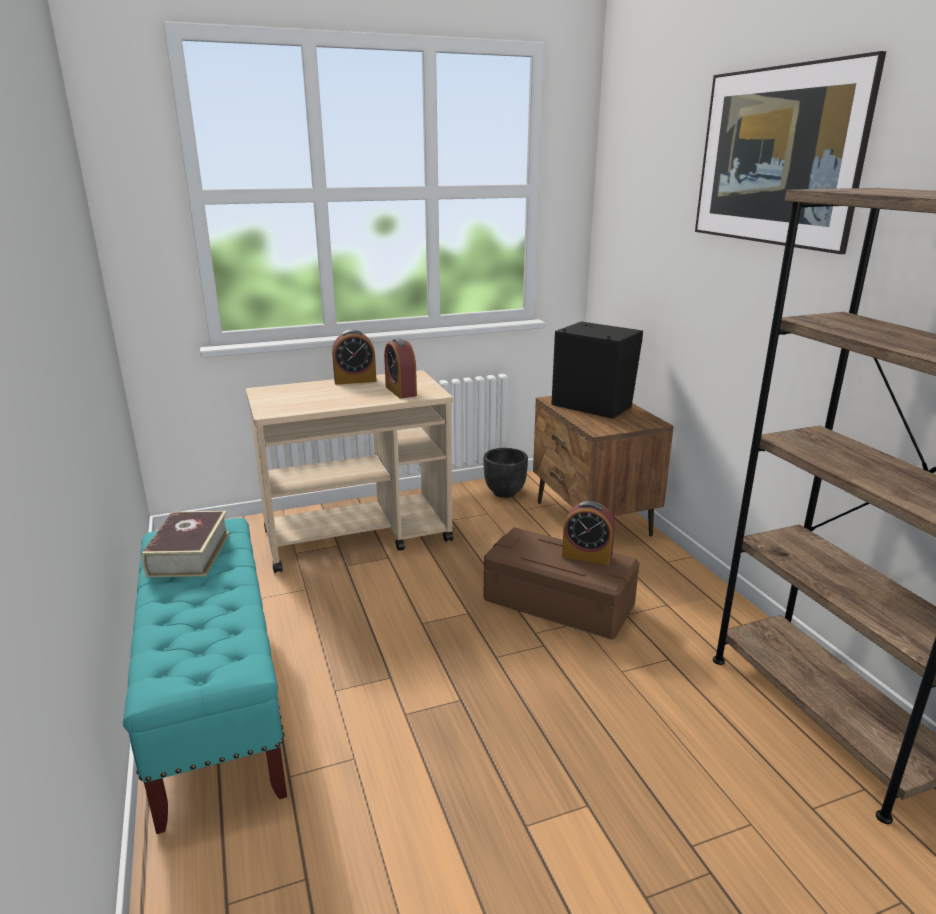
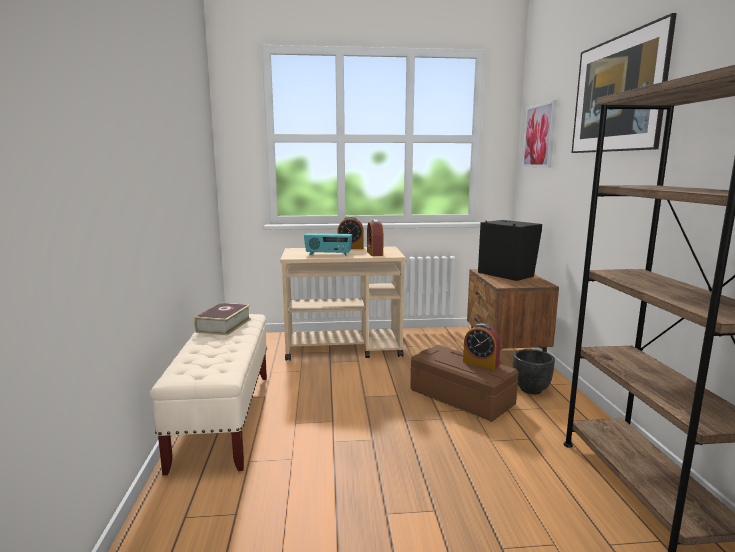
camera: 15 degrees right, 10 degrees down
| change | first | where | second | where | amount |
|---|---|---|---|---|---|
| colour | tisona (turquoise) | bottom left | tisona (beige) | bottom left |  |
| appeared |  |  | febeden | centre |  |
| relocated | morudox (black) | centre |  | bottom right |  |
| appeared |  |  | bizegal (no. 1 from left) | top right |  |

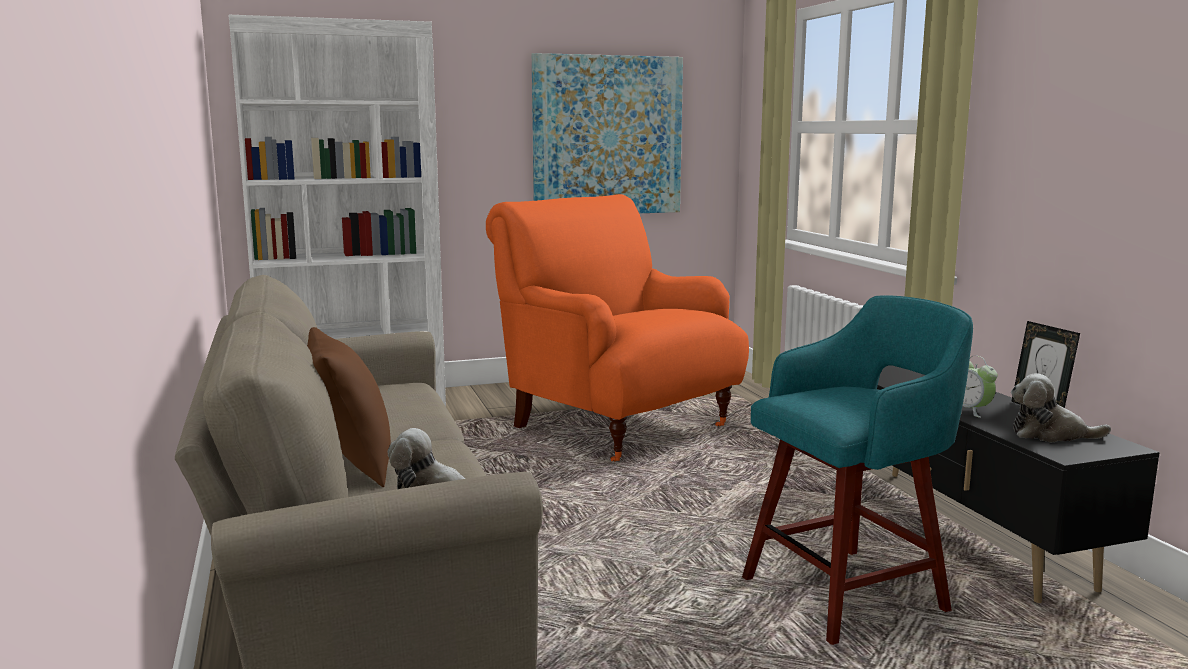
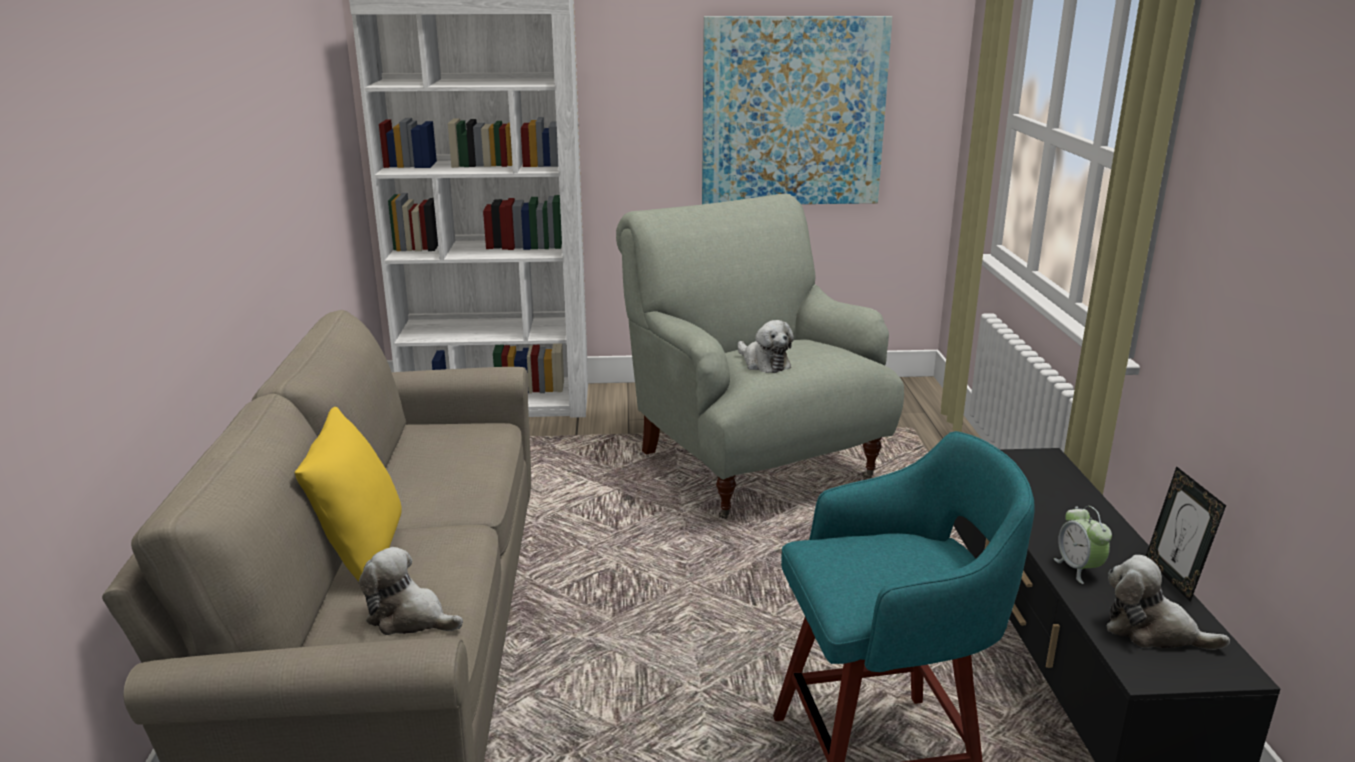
camera: 15 degrees right, 10 degrees up
| change | first | where | second | where | amount |
|---|---|---|---|---|---|
| colour | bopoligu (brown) | middle left | bopoligu (yellow) | middle left |  |
| colour | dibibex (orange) | centre | dibibex (grey) | centre |  |
| appeared |  |  | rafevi (no. 2 from left) | centre |  |

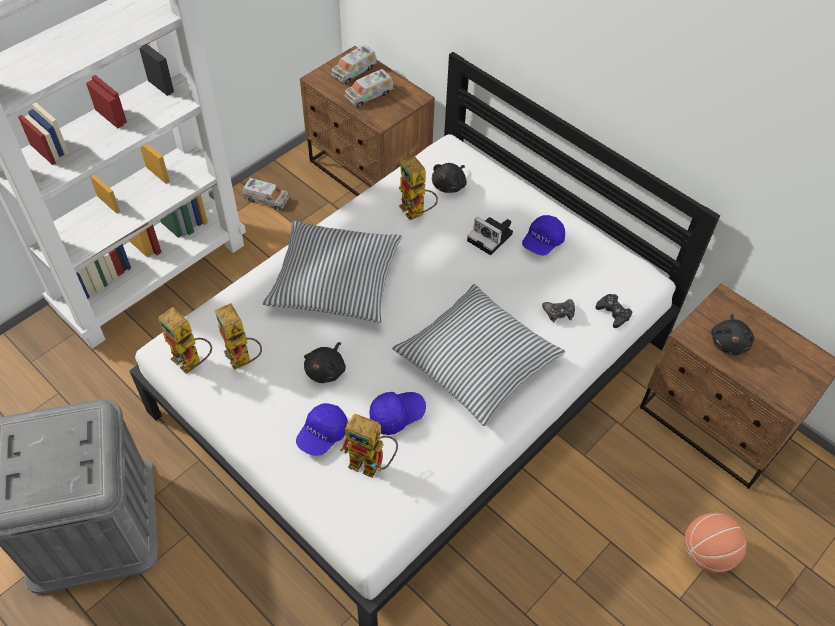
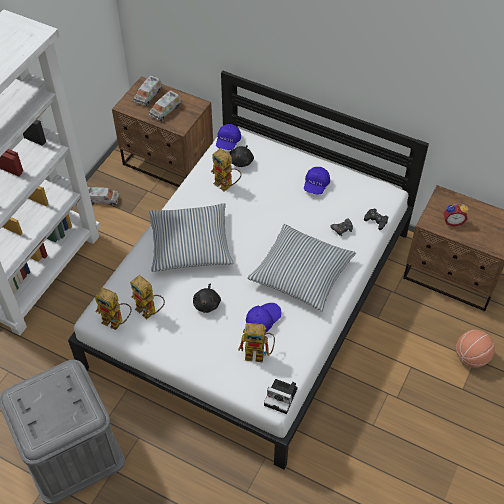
camera: 15 degrees left, 0 degrees up
| change | first | where | second | where | amount |
|---|---|---|---|---|---|
| relocated | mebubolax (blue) (no. 1 from left) | bottom centre |  | top centre |  |
| relocated | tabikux | centre |  | bottom centre |  |
| exchanged | rafevi (black) (no. 3 from left) | middle right | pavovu | middle right |  |

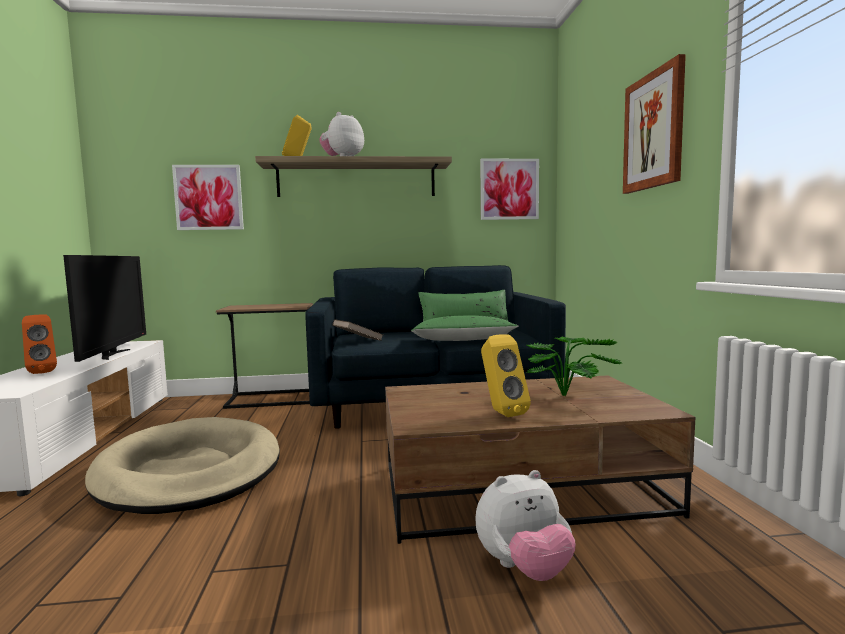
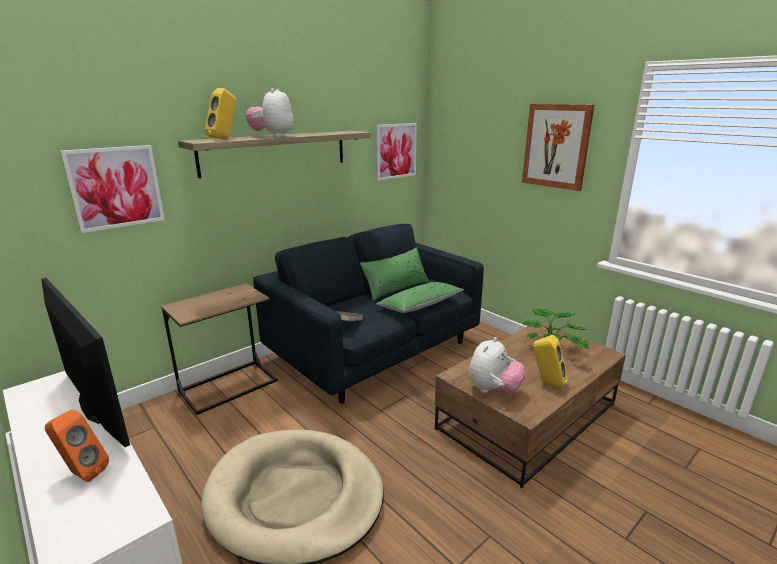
camera: 35 degrees left, 15 degrees up
| change | first | where | second | where | amount |
|---|---|---|---|---|---|
| relocated | rafevi (no. 2 from left) | bottom centre |  | centre |  |

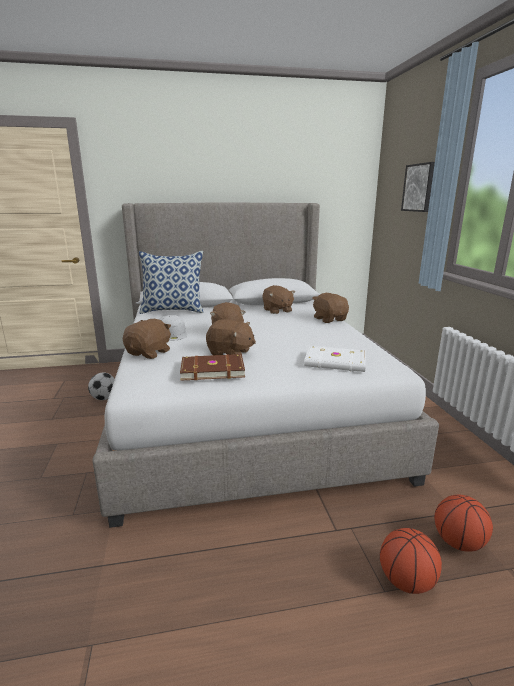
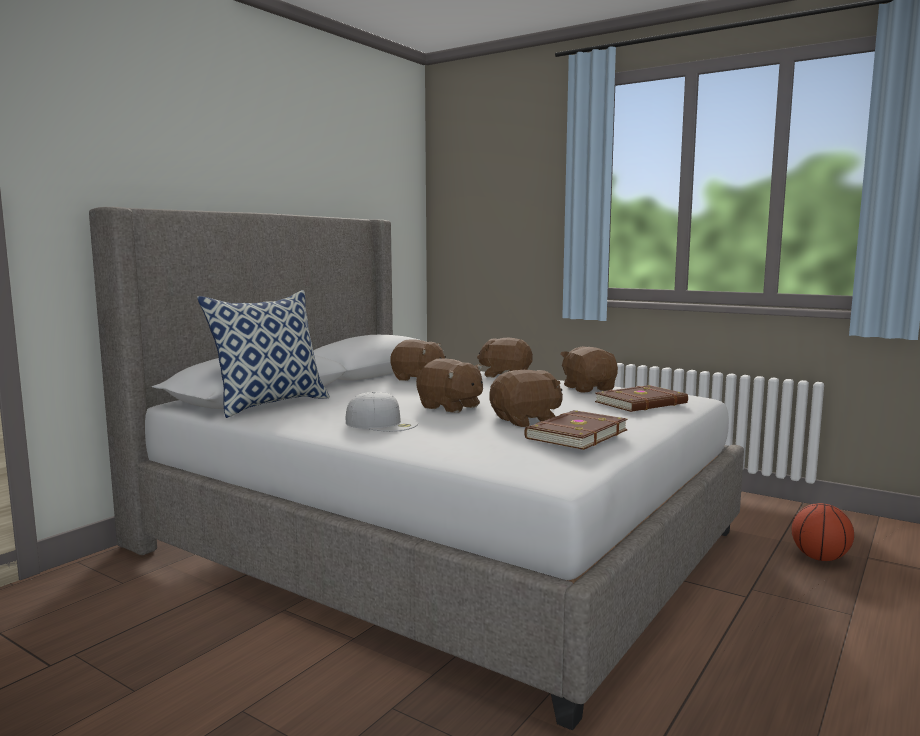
camera: 45 degrees left, 10 degrees down
| change | first | where | second | where | amount |
|---|---|---|---|---|---|
| relocated | rafevi (brown) (no. 1 from left in the first image) | middle left | rafevi (brown) (no. 5 from left) | centre |  |
| colour | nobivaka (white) | centre | nobivaka (brown) (no. 2 from left) | middle right |  |
| missing | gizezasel | middle left |  |  |  |
| missing | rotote (no. 1 from left) | bottom right |  |  |  |
| missing | bizegal | top right |  |  |  |

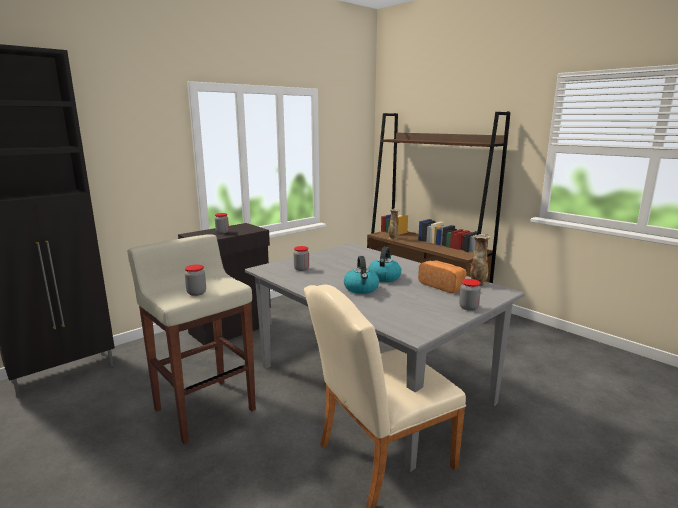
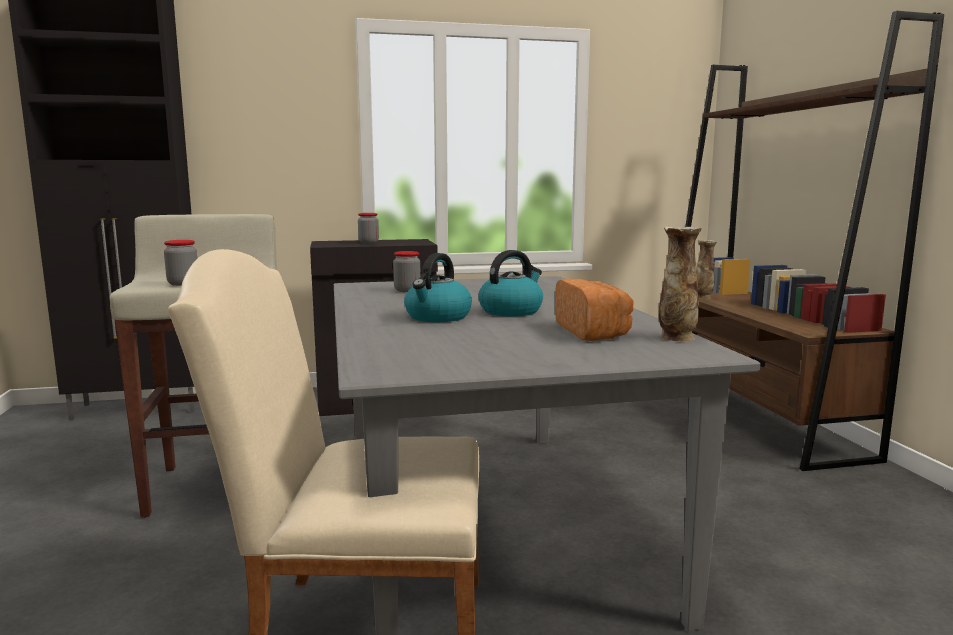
camera: 30 degrees right, 5 degrees down
| change | first | where | second | where | amount |
|---|---|---|---|---|---|
| missing | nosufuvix (no. 4 from left) | middle right |  |  |  |

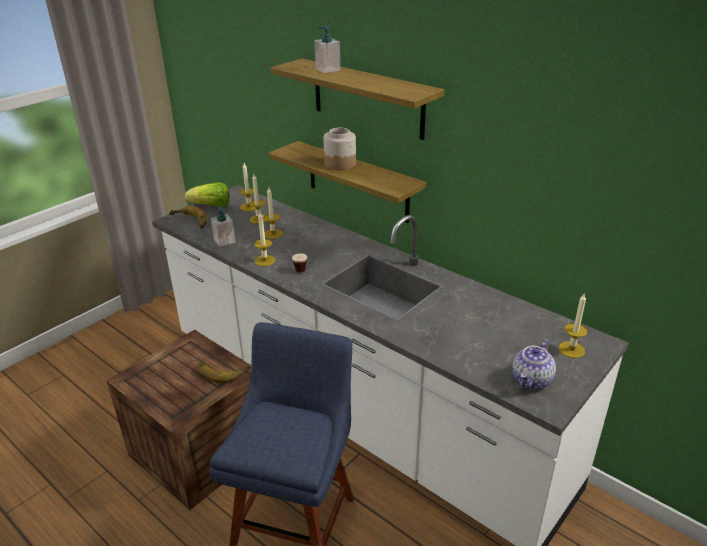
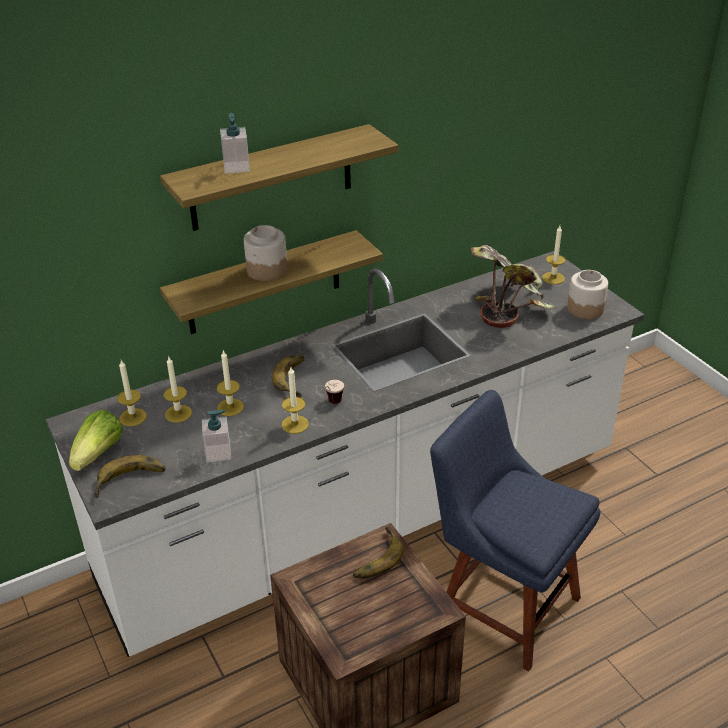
camera: 70 degrees left, 5 degrees up
| change | first | where | second | where | amount |
|---|---|---|---|---|---|
| appeared |  |  | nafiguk (no. 2 from left) | centre |  |
| appeared |  |  | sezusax | middle right |  |
| exchanged | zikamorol | bottom right | nosufuvix (no. 2 from left) | middle right |  |

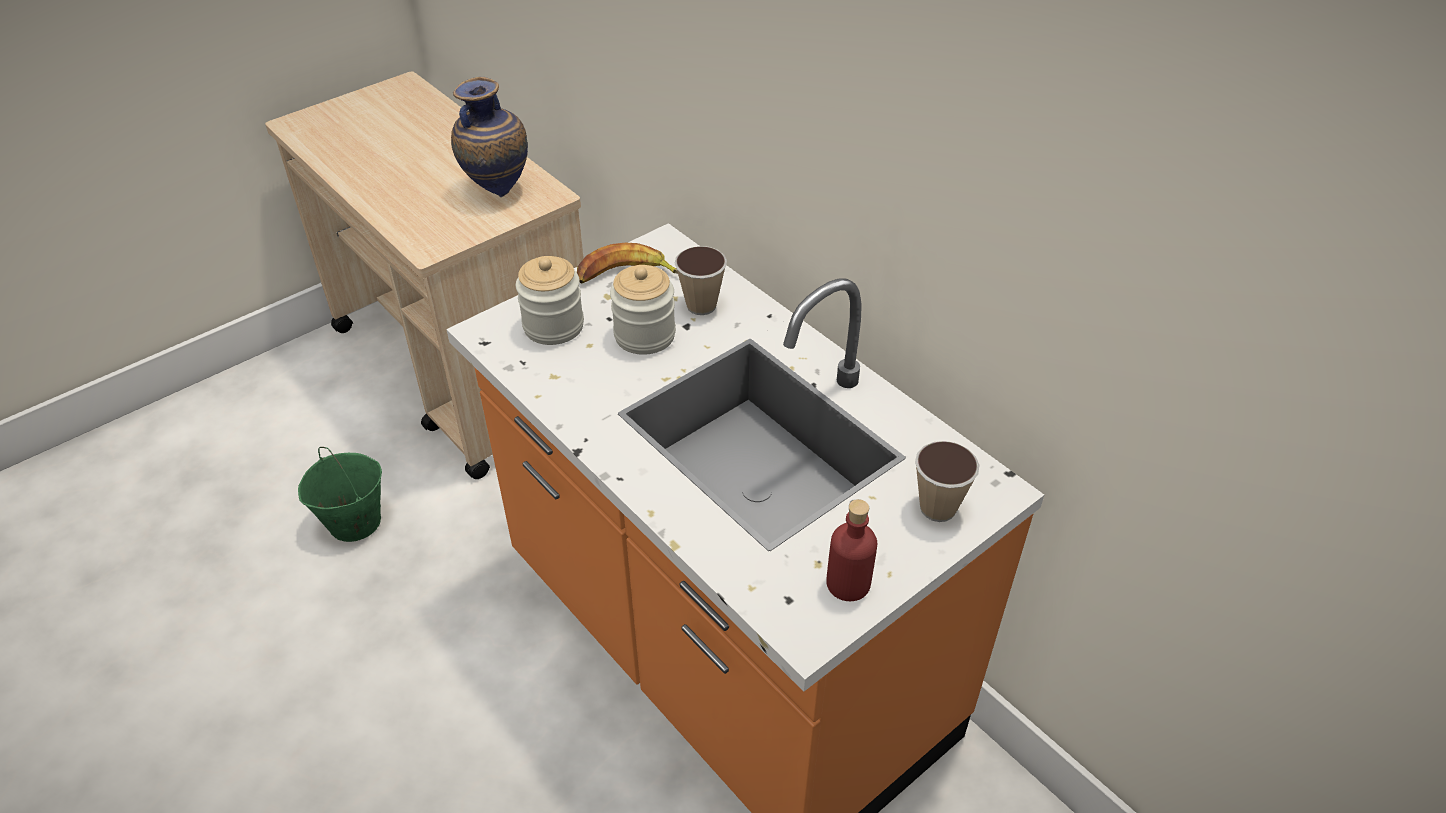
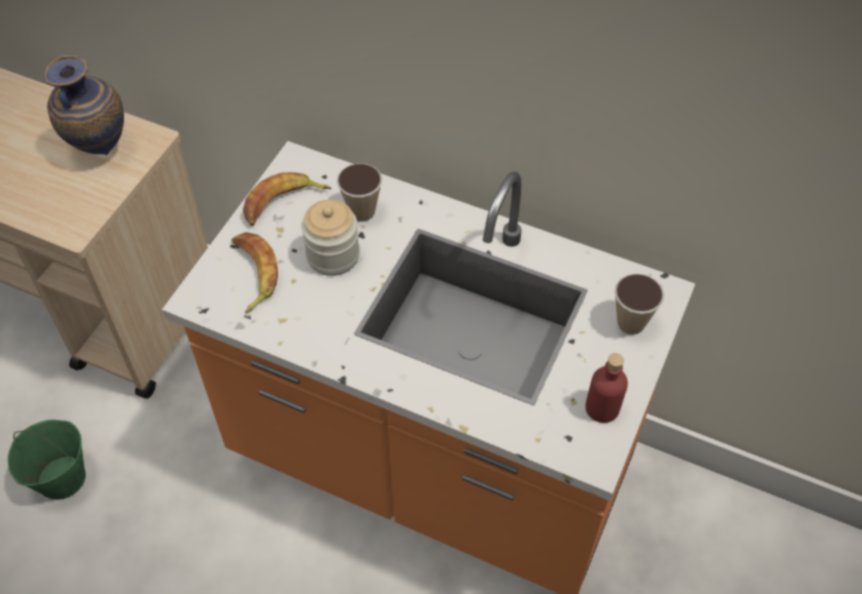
camera: 25 degrees left, 10 degrees up
| change | first | where | second | where | amount |
|---|---|---|---|---|---|
| exchanged | nosufuvix (no. 1 from left) | centre | nafiguk (no. 1 from left) | middle left |  |

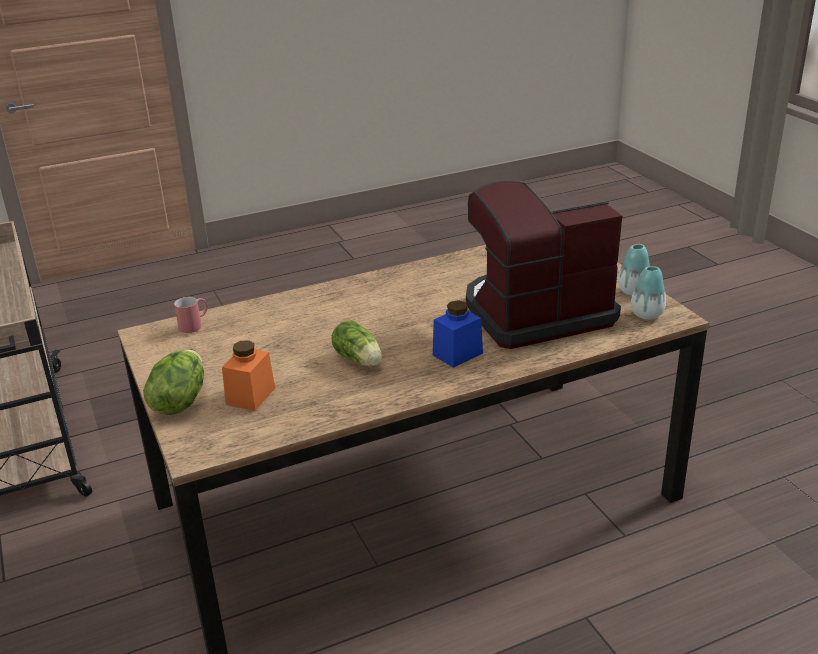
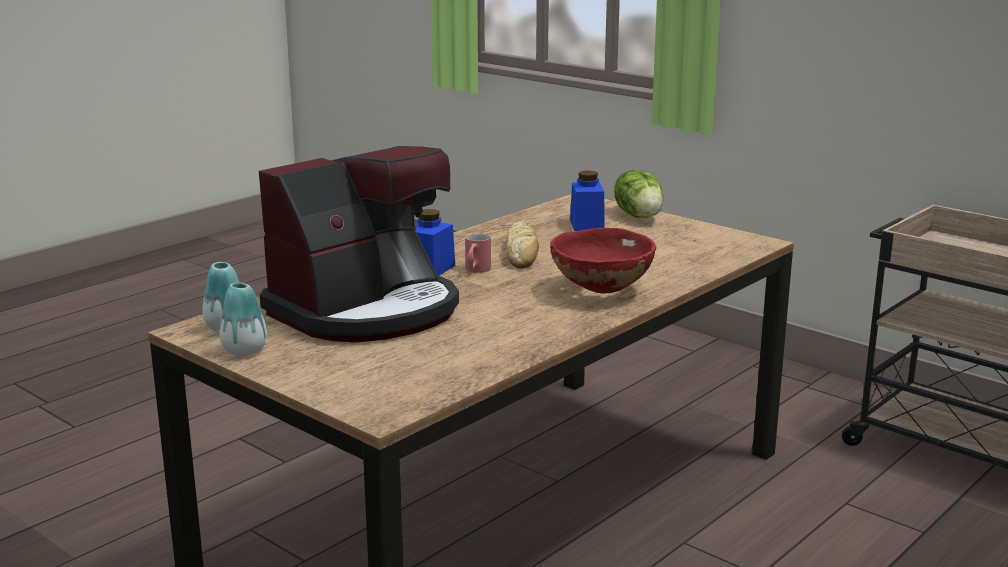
camera: 155 degrees right, 10 degrees down
| change | first | where | second | where | amount |
|---|---|---|---|---|---|
| relocated | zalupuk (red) | middle left |  | centre |  |
| exchanged | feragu (no. 2 from left) | centre | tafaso | centre |  |
| appeared |  |  | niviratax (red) | centre |  |
| colour | nosufuvix (orange) | middle left | nosufuvix (blue) (no. 2 from left) | centre |  |

